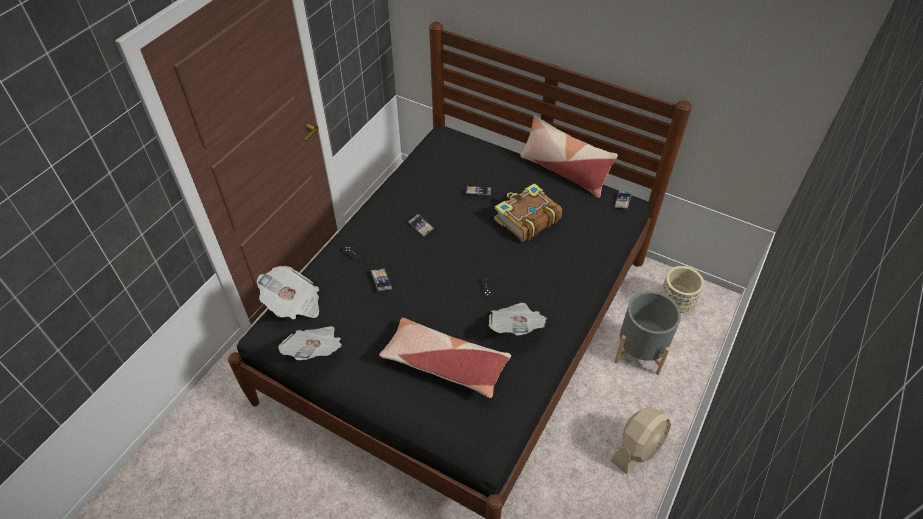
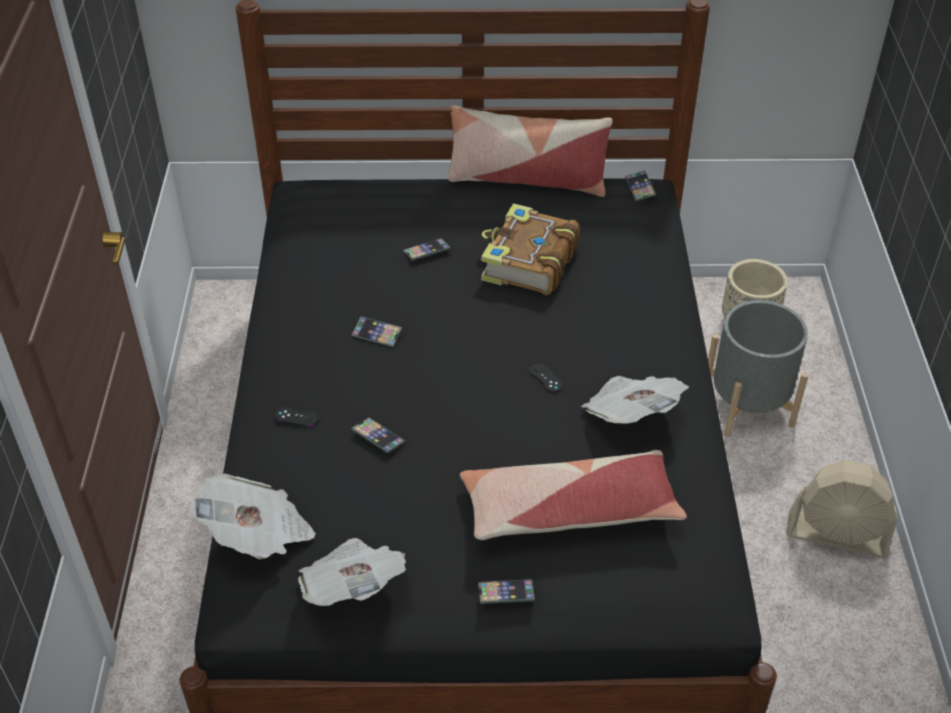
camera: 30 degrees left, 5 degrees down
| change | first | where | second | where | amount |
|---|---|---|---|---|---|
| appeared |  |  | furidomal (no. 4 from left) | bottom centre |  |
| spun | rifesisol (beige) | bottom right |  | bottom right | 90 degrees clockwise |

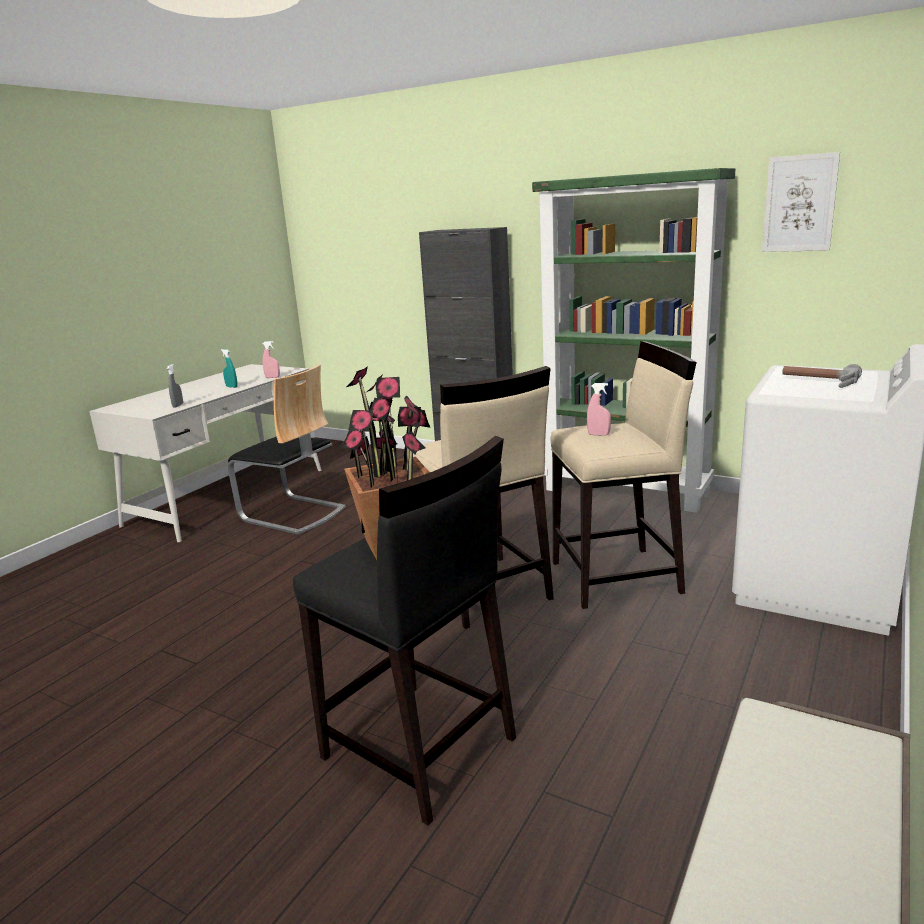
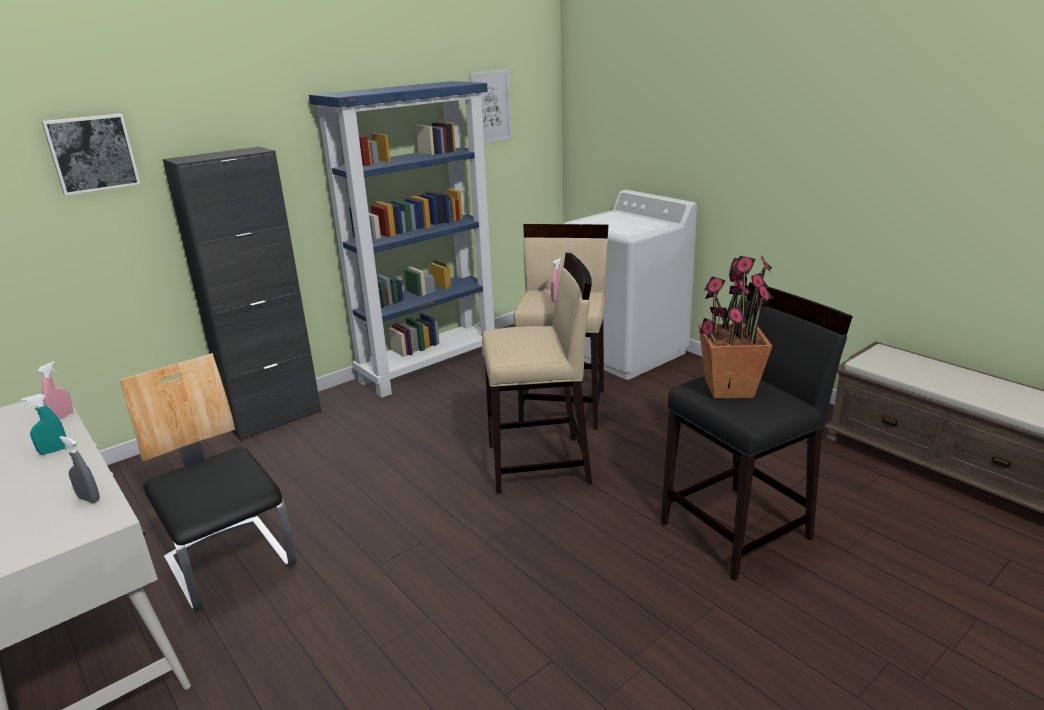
camera: 70 degrees left, 5 degrees up
| change | first | where | second | where | amount |
|---|---|---|---|---|---|
| appeared |  |  | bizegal (no. 1 from left) | top left |  |
| spun | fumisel | middle left |  | bottom left | 90 degrees counterclockwise |
| colour | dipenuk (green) | middle right | dipenuk (blue) | centre |  |
| missing | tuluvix | middle right |  |  |  |

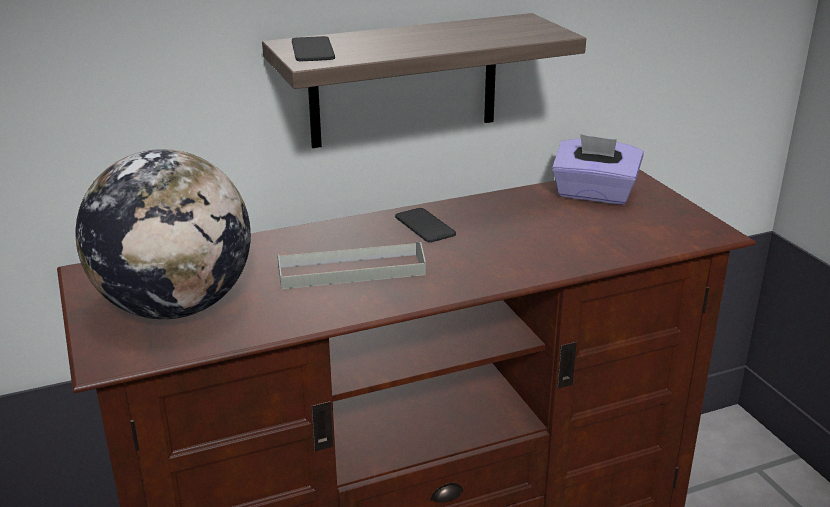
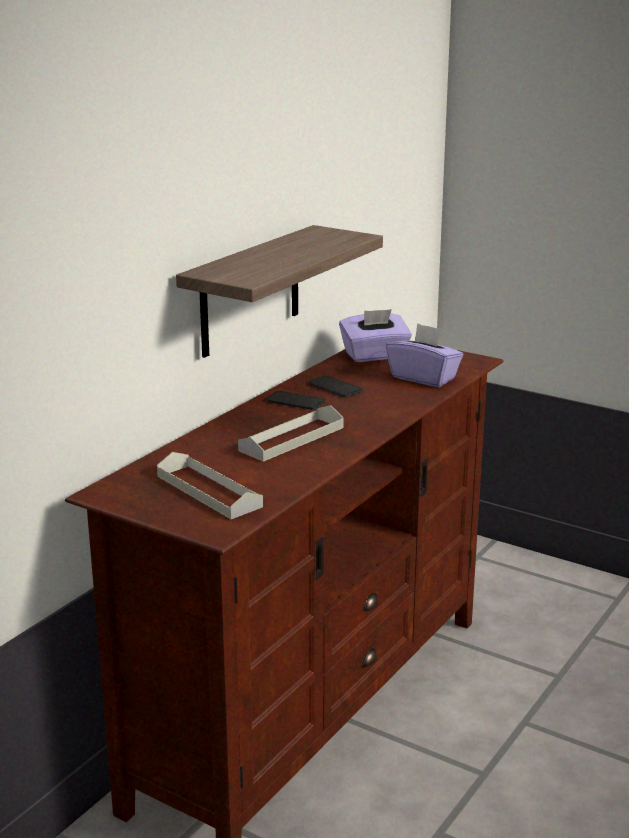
camera: 35 degrees left, 5 degrees down
| change | first | where | second | where | amount |
|---|---|---|---|---|---|
| exchanged | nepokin | middle left | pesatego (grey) (no. 1 from left) | centre |  |
| relocated | furidomal (no. 1 from left in the first image) | top centre | furidomal (no. 2 from left) | centre |  |
| appeared |  |  | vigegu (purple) (no. 2 from left) | middle right |  |

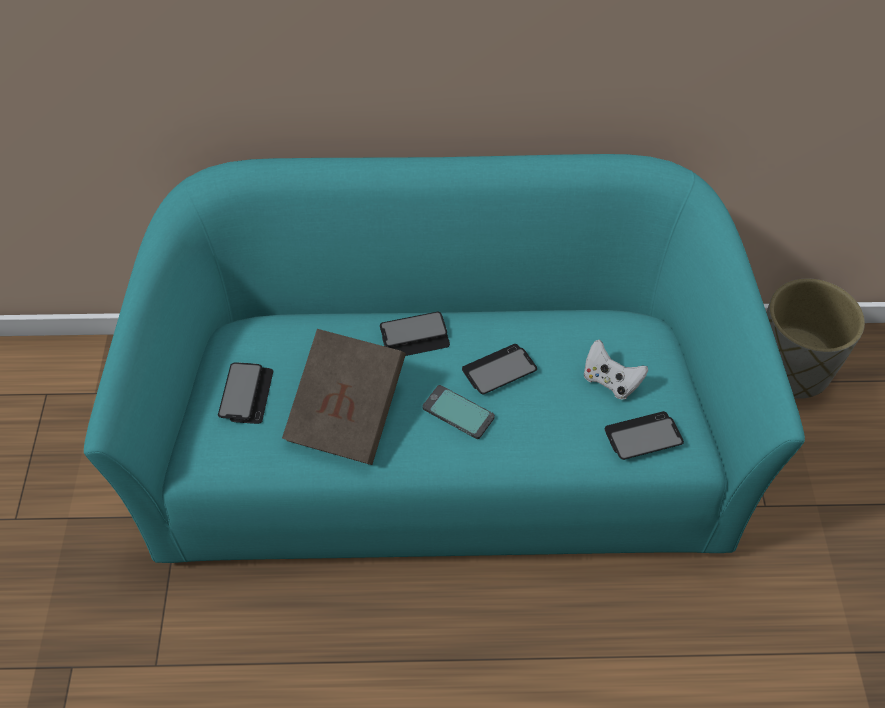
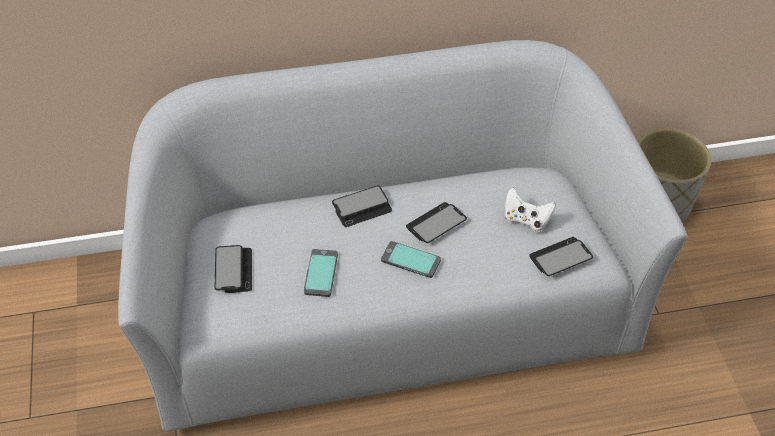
camera: 10 degrees left, 5 degrees down
| change | first | where | second | where | amount |
|---|---|---|---|---|---|
| colour | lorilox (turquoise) | centre | lorilox (grey) | centre |  |
| exchanged | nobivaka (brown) | centre | furidomal (no. 2 from left) | centre |  |

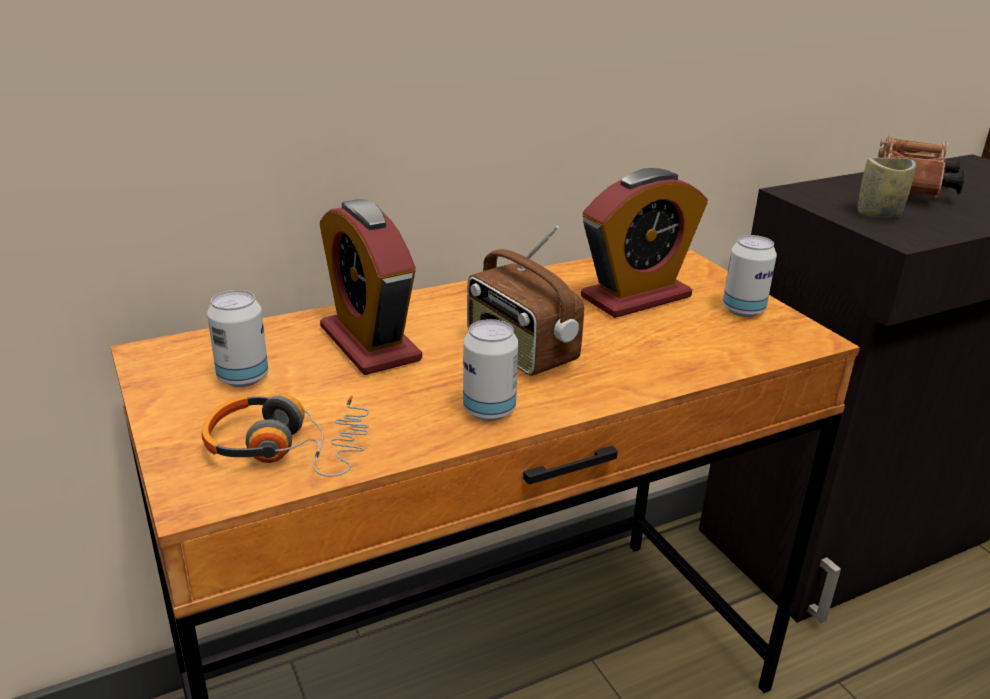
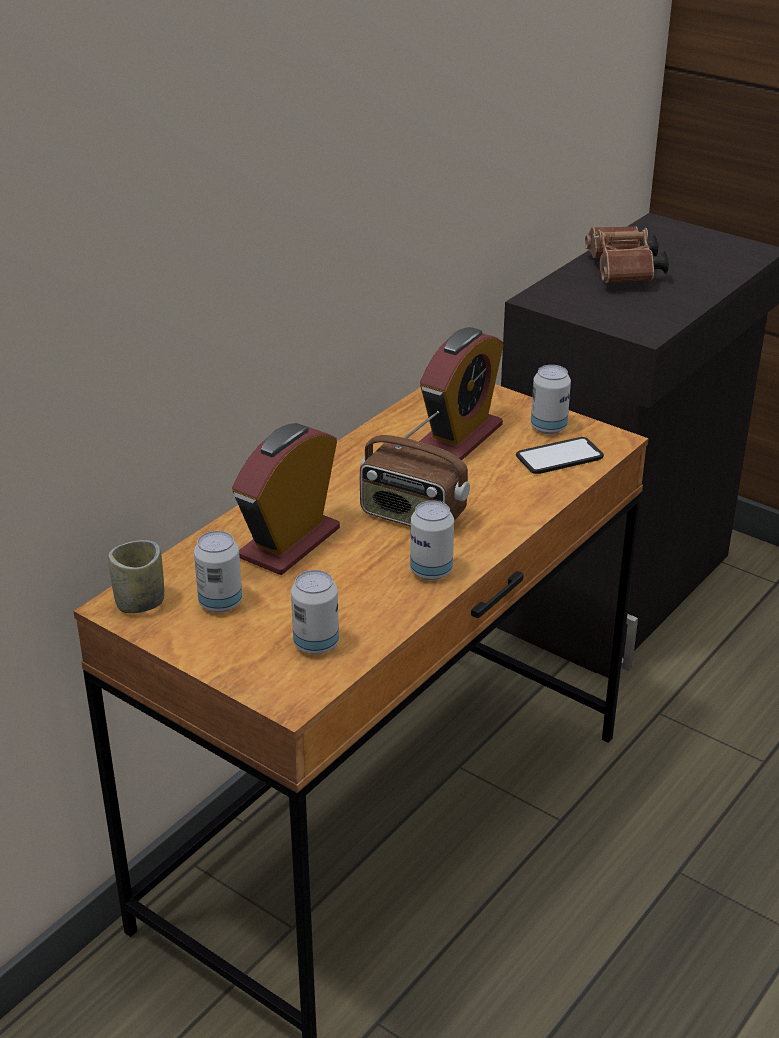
camera: 25 degrees left, 5 degrees up
| change | first | where | second | where | amount |
|---|---|---|---|---|---|
| relocated | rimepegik | top right |  | middle left |  |
| spun | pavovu (no. 1 from left) | centre |  | centre | 90 degrees clockwise |
| exchanged | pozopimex | middle left | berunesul (no. 2 from left) | centre |  |
| appeared |  |  | furidomal | middle right |  |

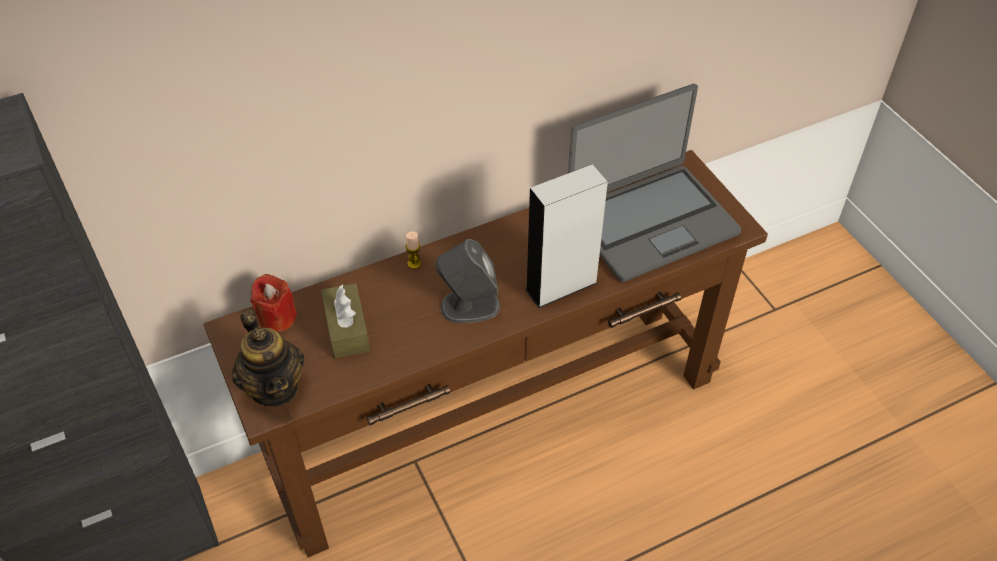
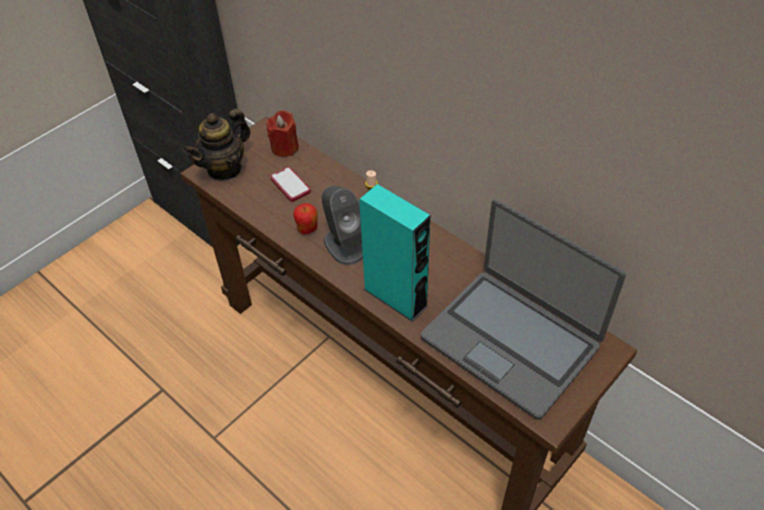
camera: 70 degrees right, 0 degrees up
| change | first | where | second | where | amount |
|---|---|---|---|---|---|
| exchanged | vigegu (brown) | centre | furidomal | centre |  |
| appeared |  |  | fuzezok | centre |  |
| colour | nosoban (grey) (no. 2 from left) | centre | nosoban (turquoise) | centre |  |

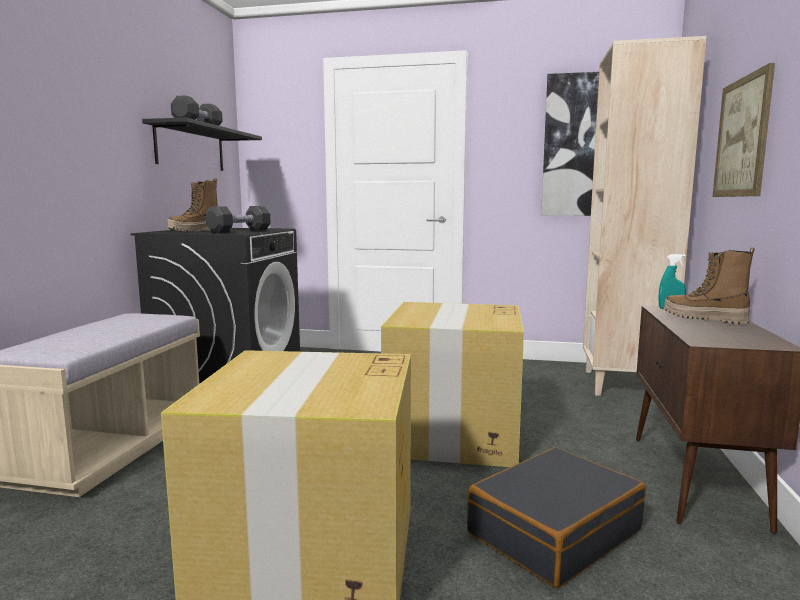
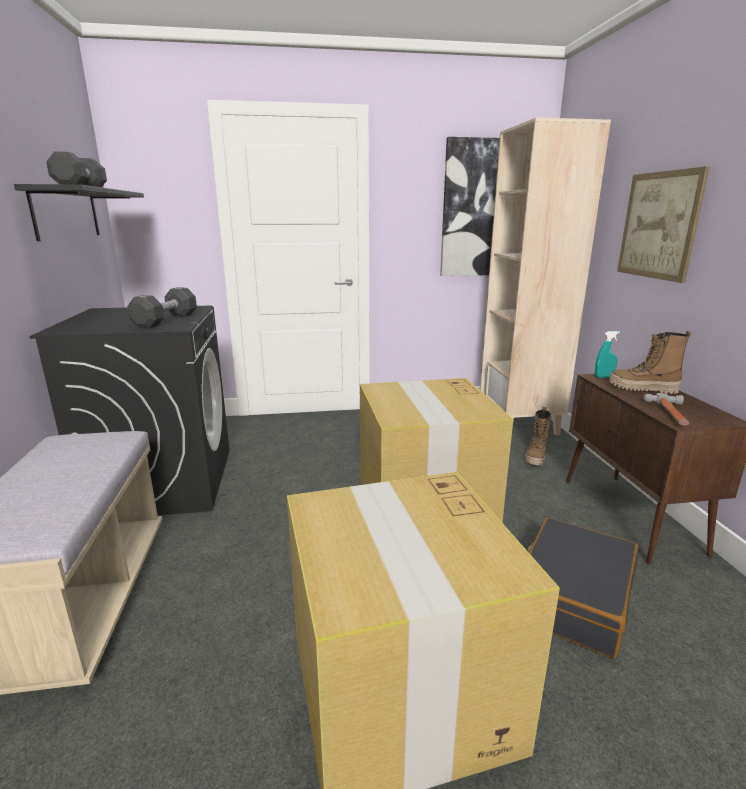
camera: 20 degrees left, 10 degrees up
| change | first | where | second | where | amount |
|---|---|---|---|---|---|
| relocated | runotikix (no. 1 from left) | middle left |  | middle right |  |
| appeared |  |  | tuluvix | middle right |  |

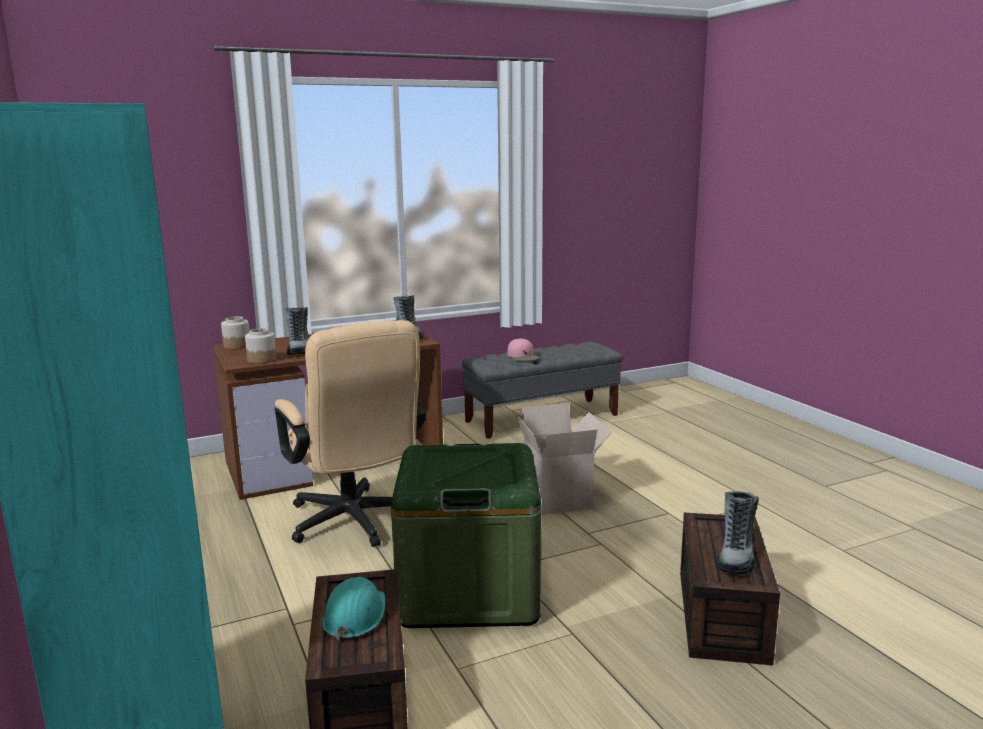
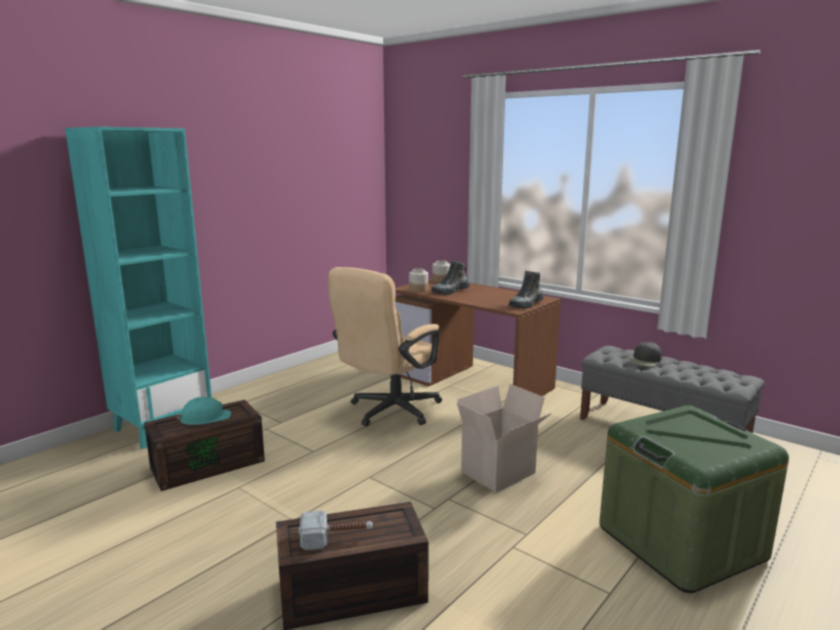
camera: 65 degrees right, 0 degrees up
| change | first | where | second | where | amount |
|---|---|---|---|---|---|
| exchanged | runotikix (no. 3 from left) | bottom right | tuluvix | bottom centre |  |
| relocated | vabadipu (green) | bottom centre |  | bottom right |  |
| colour | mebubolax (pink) | centre | mebubolax (black) | middle right |  |

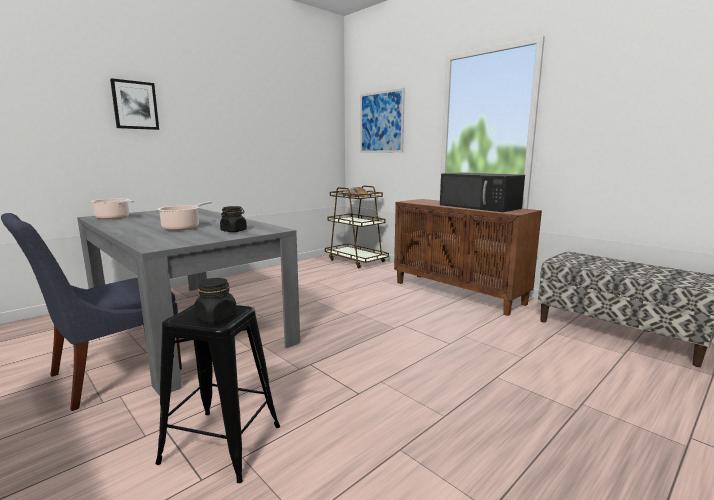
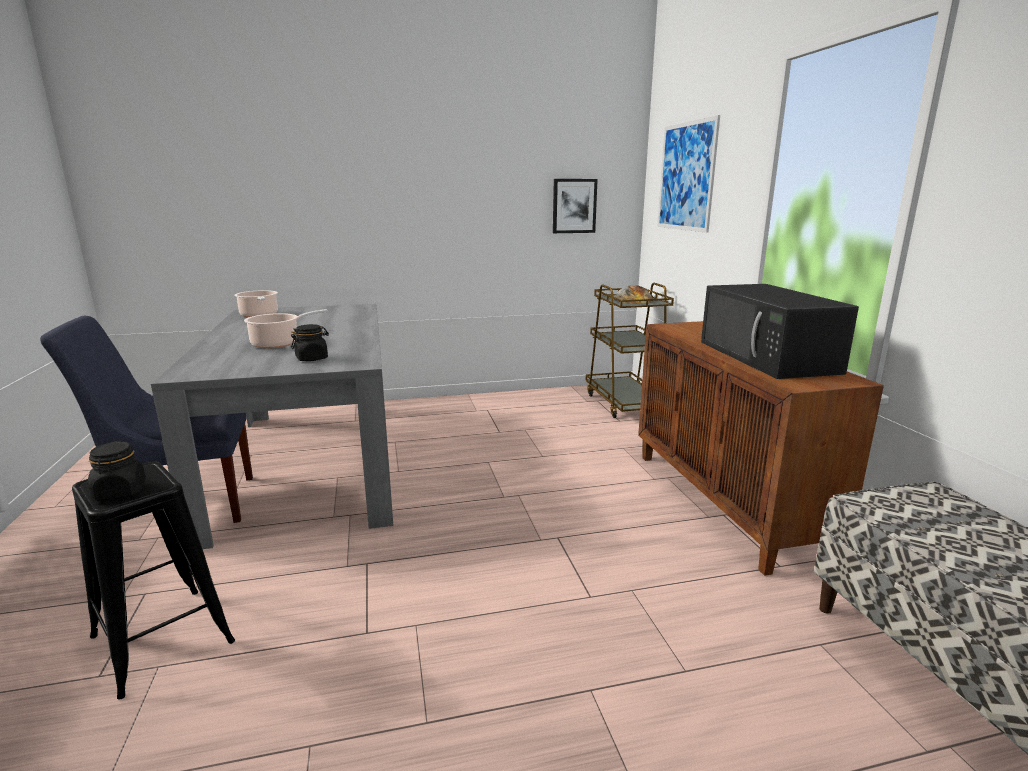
camera: 30 degrees right, 5 degrees up
| change | first | where | second | where | amount |
|---|---|---|---|---|---|
| relocated | bizegal (no. 1 from left) | top left |  | top centre |  |

